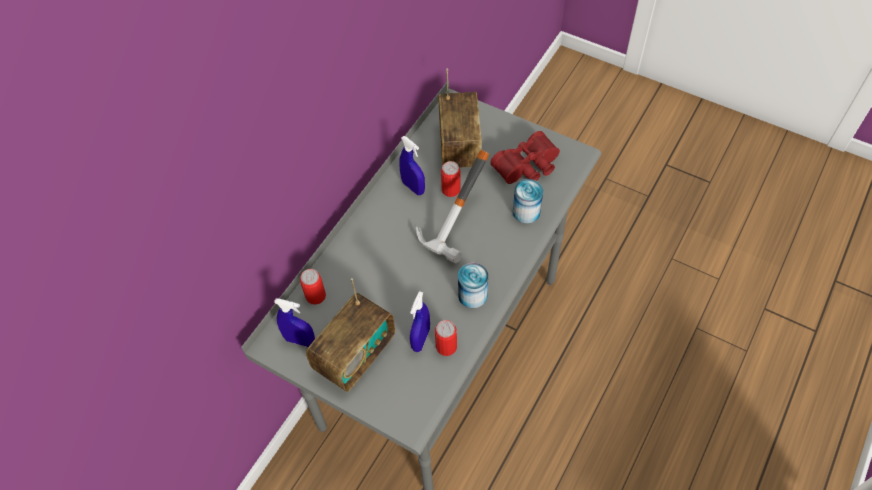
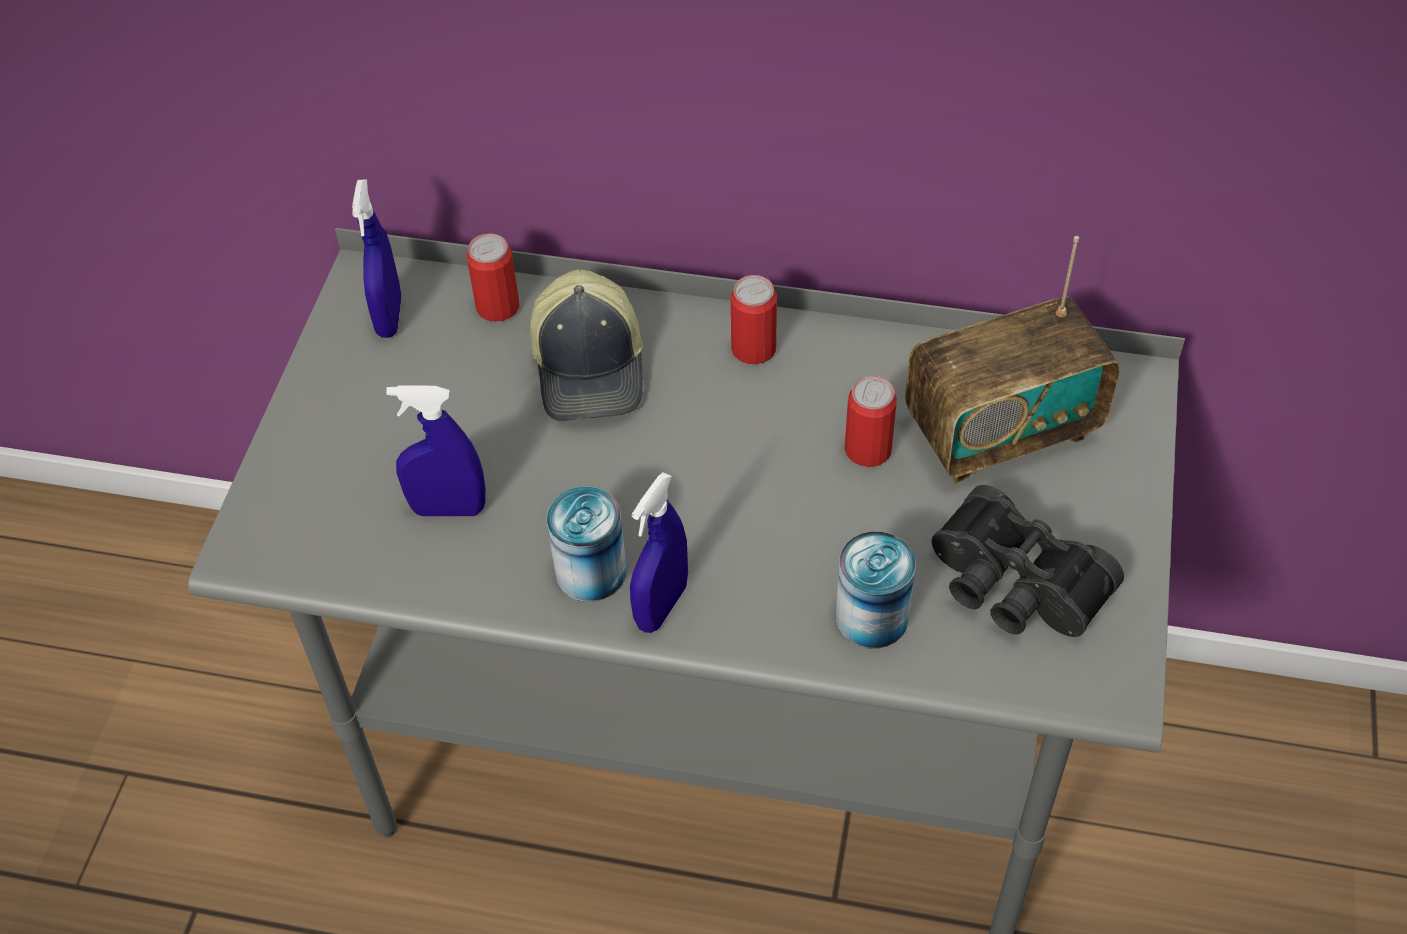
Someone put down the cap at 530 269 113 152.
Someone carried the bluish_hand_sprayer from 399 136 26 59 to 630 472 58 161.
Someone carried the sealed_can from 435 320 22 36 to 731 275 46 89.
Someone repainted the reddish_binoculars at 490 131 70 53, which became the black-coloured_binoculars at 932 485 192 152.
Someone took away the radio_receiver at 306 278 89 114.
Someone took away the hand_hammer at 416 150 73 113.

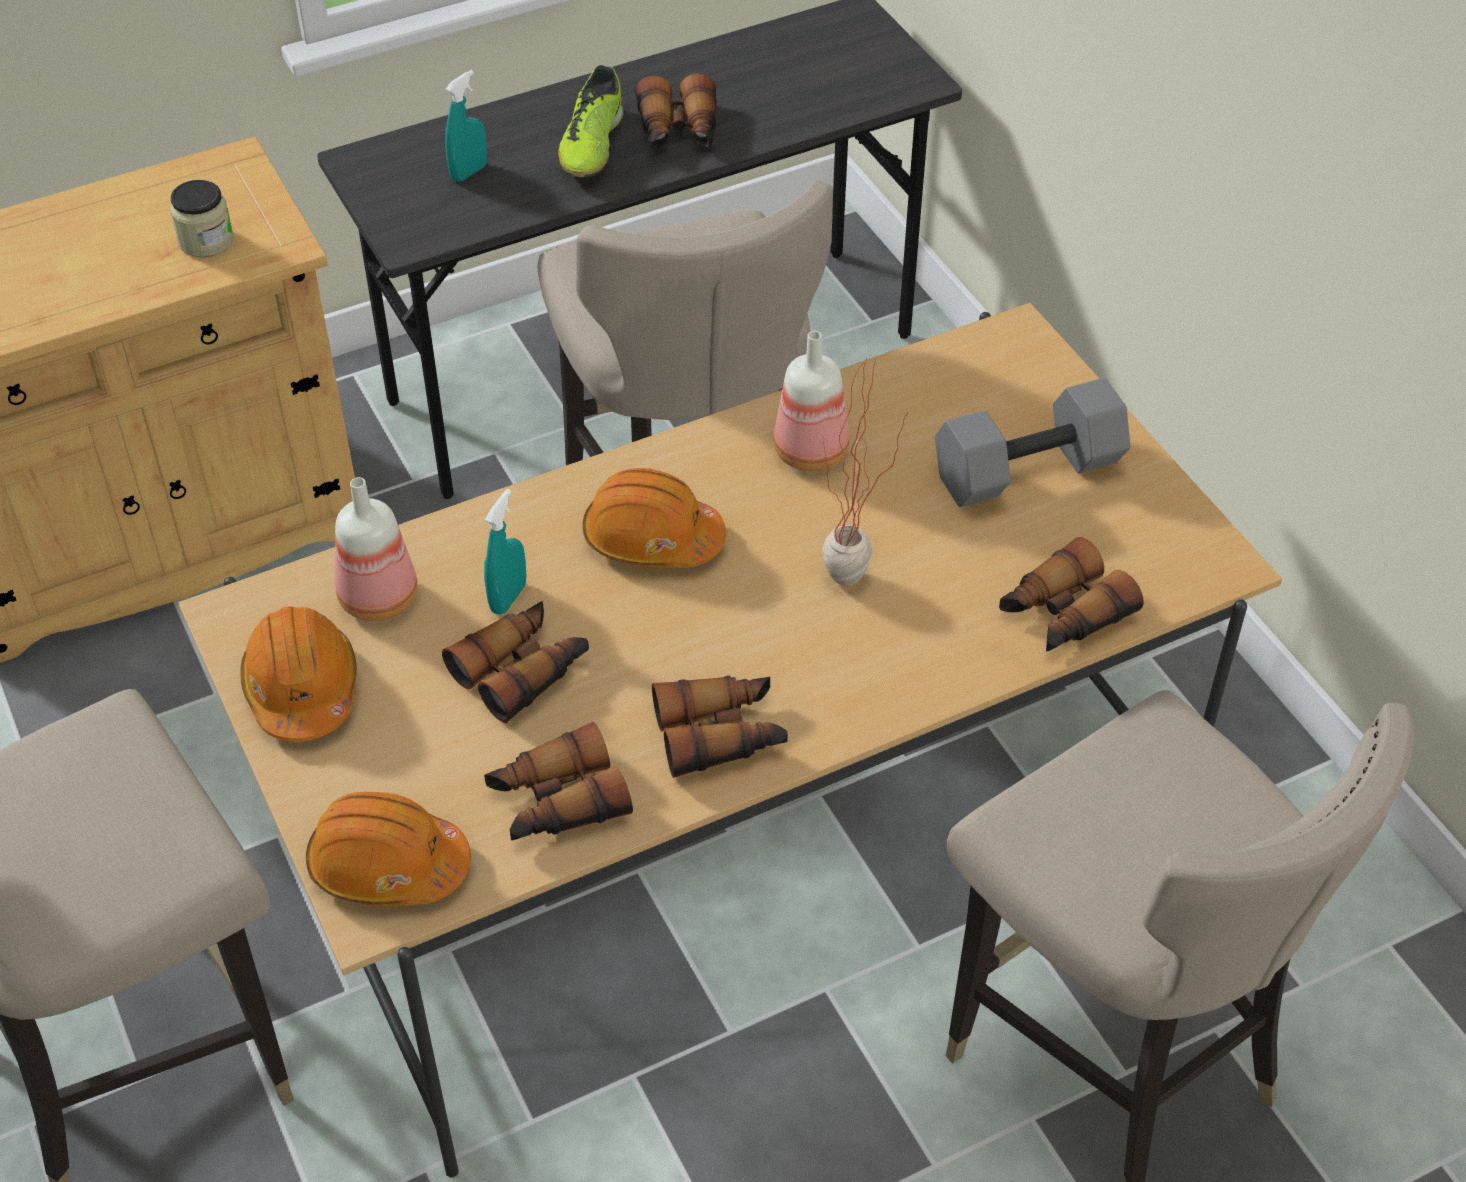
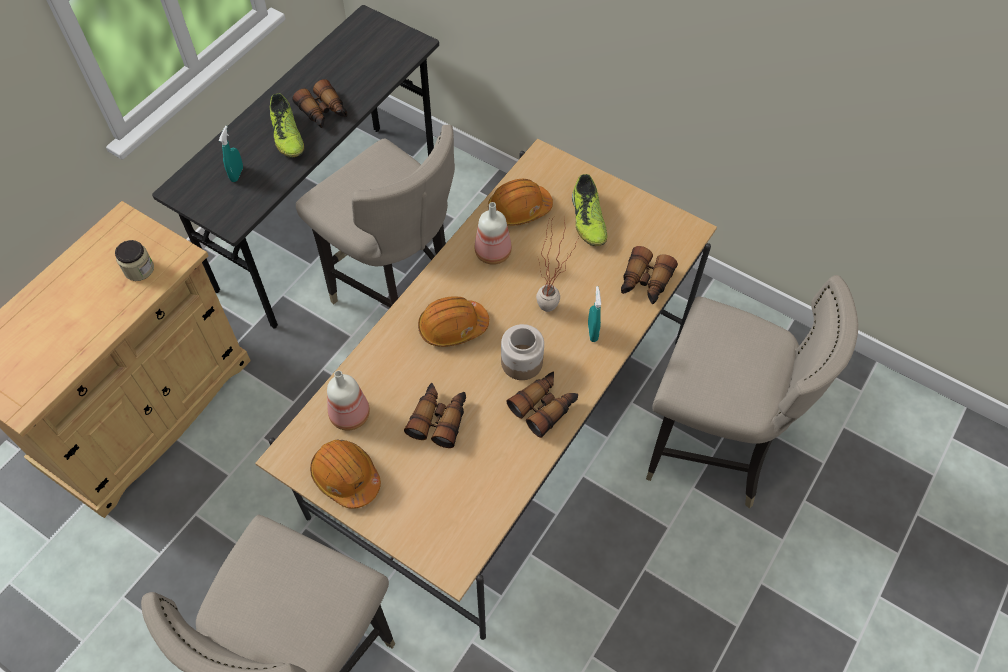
Someone carried the orangey_work_helmet from 306 792 165 114 to 488 179 65 47.
Someone put down the storage_jar at 501 324 43 56.
Someone swapped the grey_hand_weight at 935 378 195 129 for the shoe at 572 174 35 72.
Someone carried the turquoise_hand_sprayer from 484 489 42 126 to 588 286 13 56.
Someone took away the binoculars at 484 722 149 118.

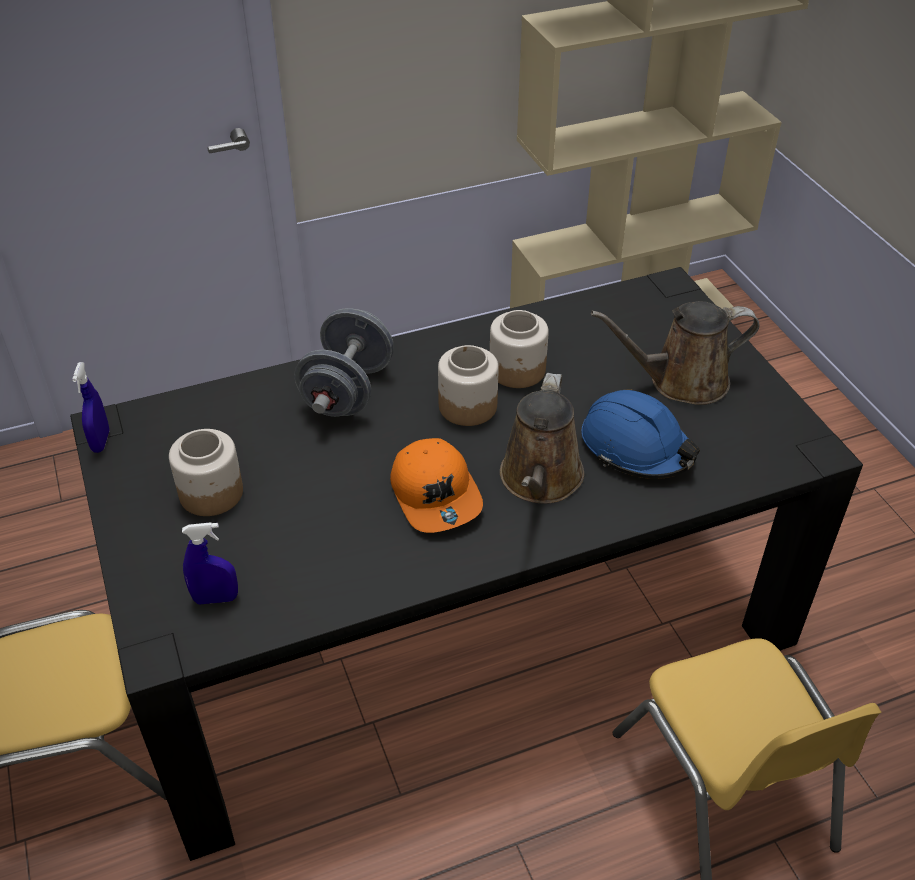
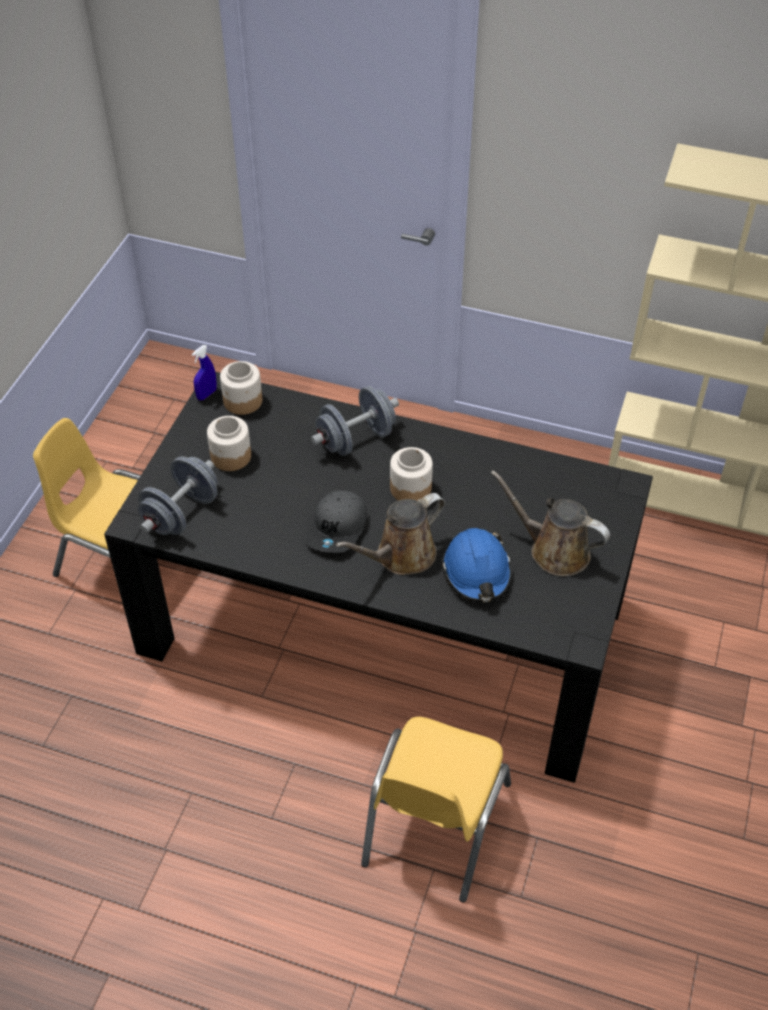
Someone swapped the bluish_hand_sprayer at 182 522 56 82 for the grey_hand_weight at 138 457 80 78.
Someone carried the storage_jar from 490 310 59 78 to 220 361 42 54.
Someone repainted the orangey_cap at 390 438 93 95, which became the grey_cap at 306 491 61 62.

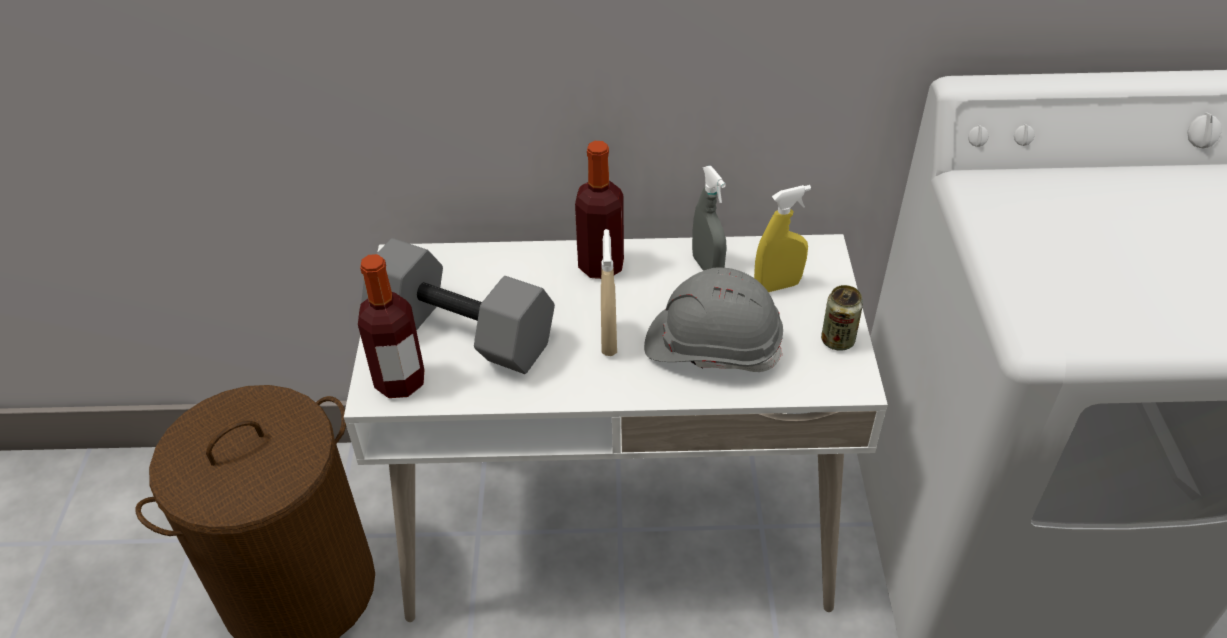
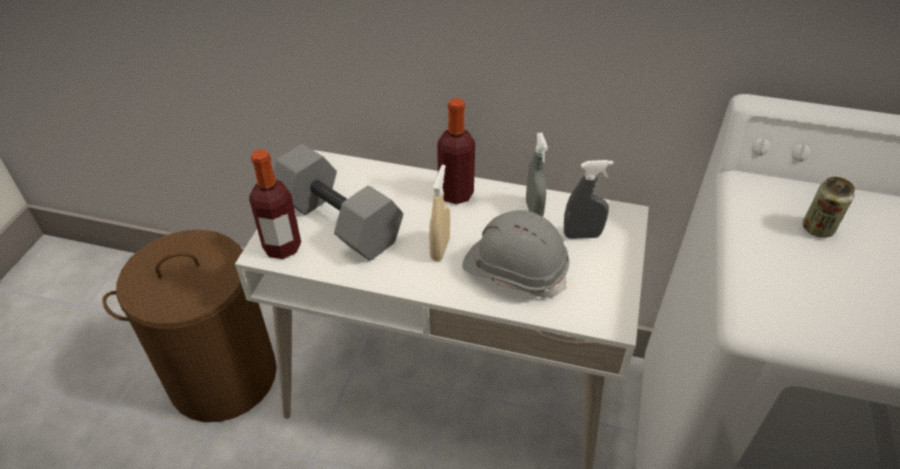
Someone repainted the yellow-coloured_hand_sprayer at 754 185 57 107, which became the grey_hand_sprayer at 564 160 50 79.
Someone carried the sealed_can from 821 285 42 66 to 803 177 52 61.

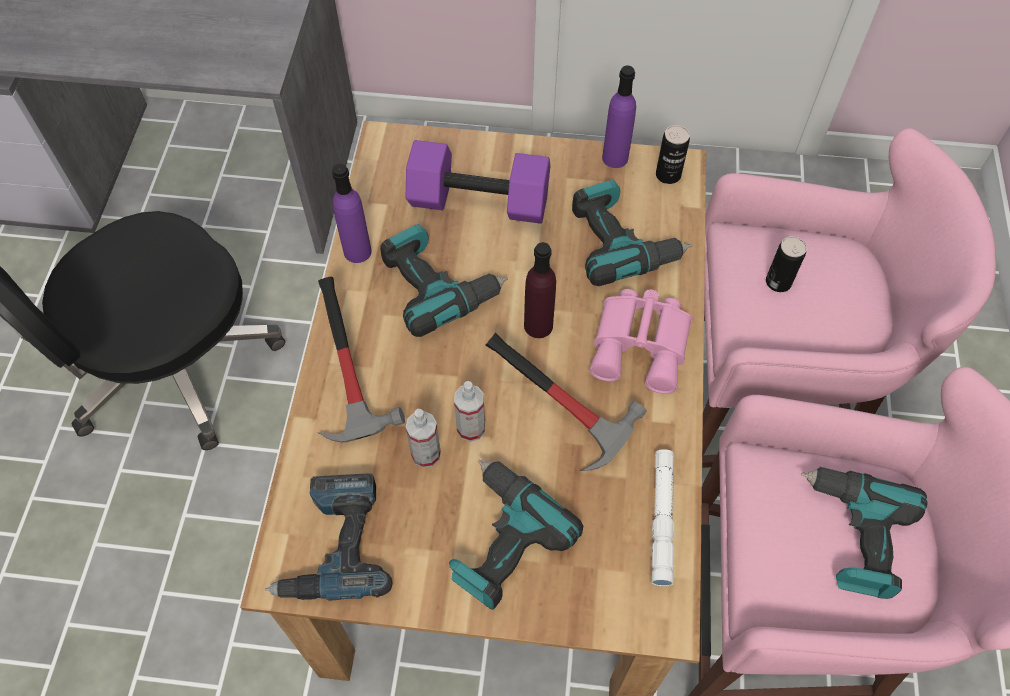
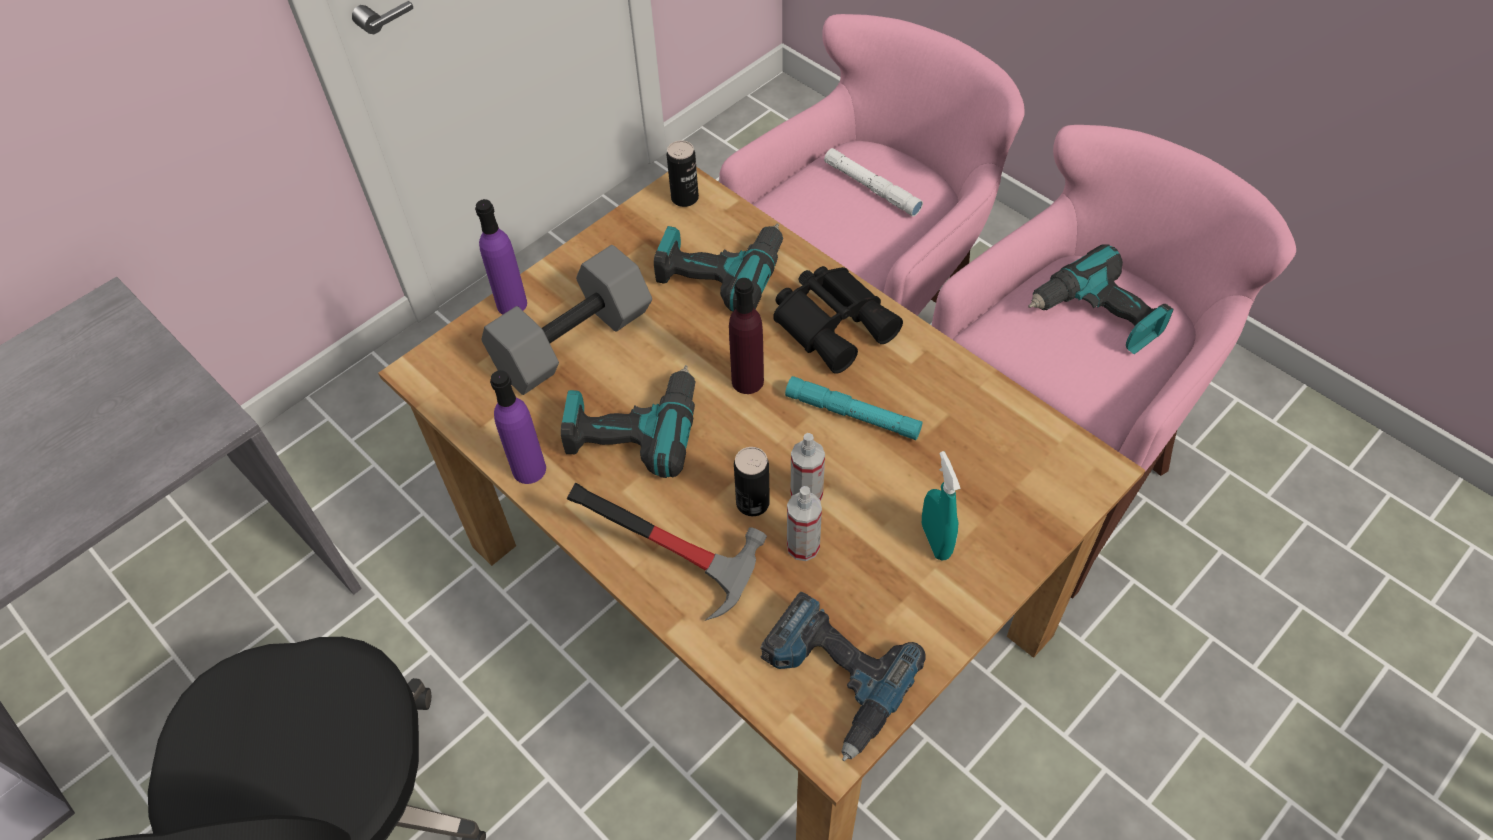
Someone carried the purple-coloured_bottle from 602 65 34 103 to 475 199 52 115.
Someone repainted the purple-coloured_hand_weight at 406 140 144 84, which became the grey_hand_weight at 481 245 171 150.
Someone carried the sealed_can from 766 236 41 56 to 734 447 36 69.
Someone repainted the pinkish_binoculars at 589 289 103 105, which became the black-coloured_binoculars at 773 266 130 108.
Someone swapped the hand_hammer at 486 333 161 138 for the turquoise_hand_torch at 785 376 138 64.
Someone carried the white-coloured_hand_torch from 651 449 23 137 to 824 148 99 68.
Someone swapped the electric_drill at 449 460 134 150 for the turquoise_hand_sprayer at 922 451 39 110.

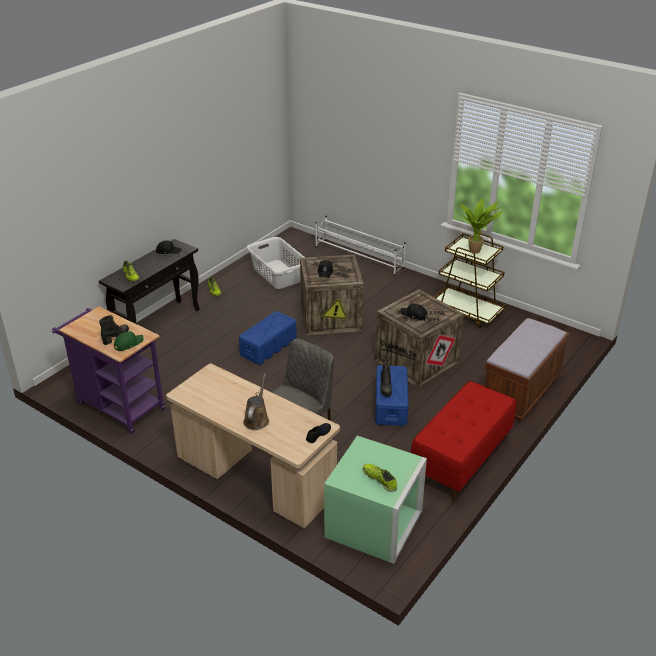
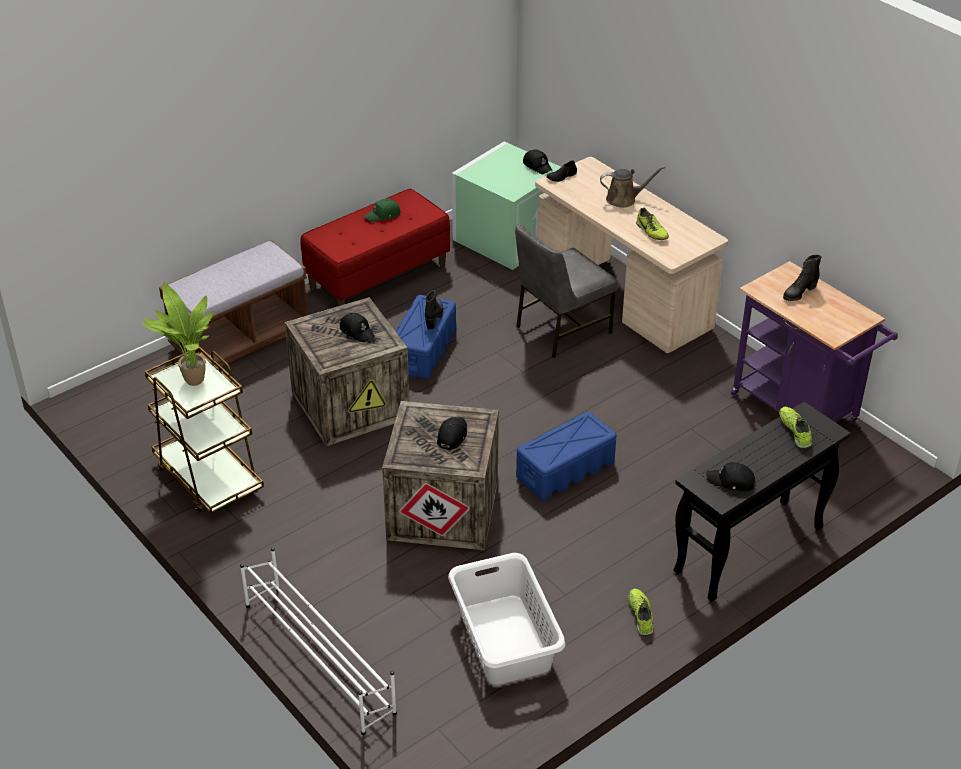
Someone carried the greenish_cap from 114 331 30 20 to 364 199 36 23.
Someone put down the black-coloured_cap at 523 149 29 25.
Someone rotated the brown-coloured_sprinkling_can at 243 373 26 57 by 120 degrees counterclockwise.
Someone carried the shoe from 363 464 34 28 to 636 208 33 32.

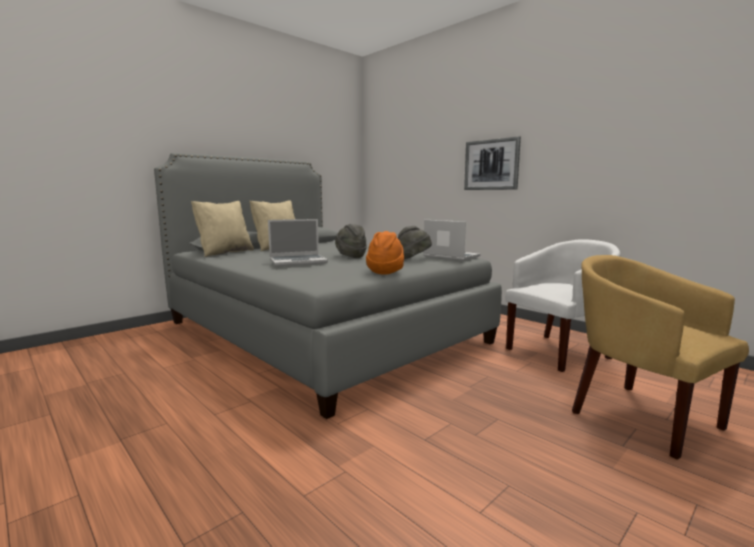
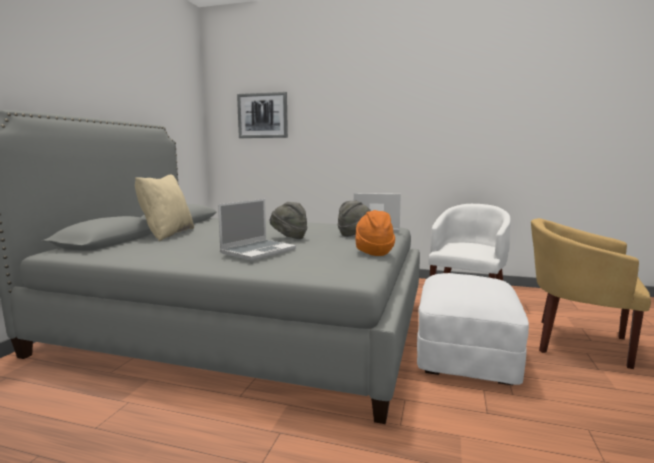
Someone carried the picture from 464 136 57 54 to 237 92 51 46.
Someone put down the white-coloured_footrest at 417 273 112 112.
Someone took away the beige-coloured_cushion at 191 201 63 56.

